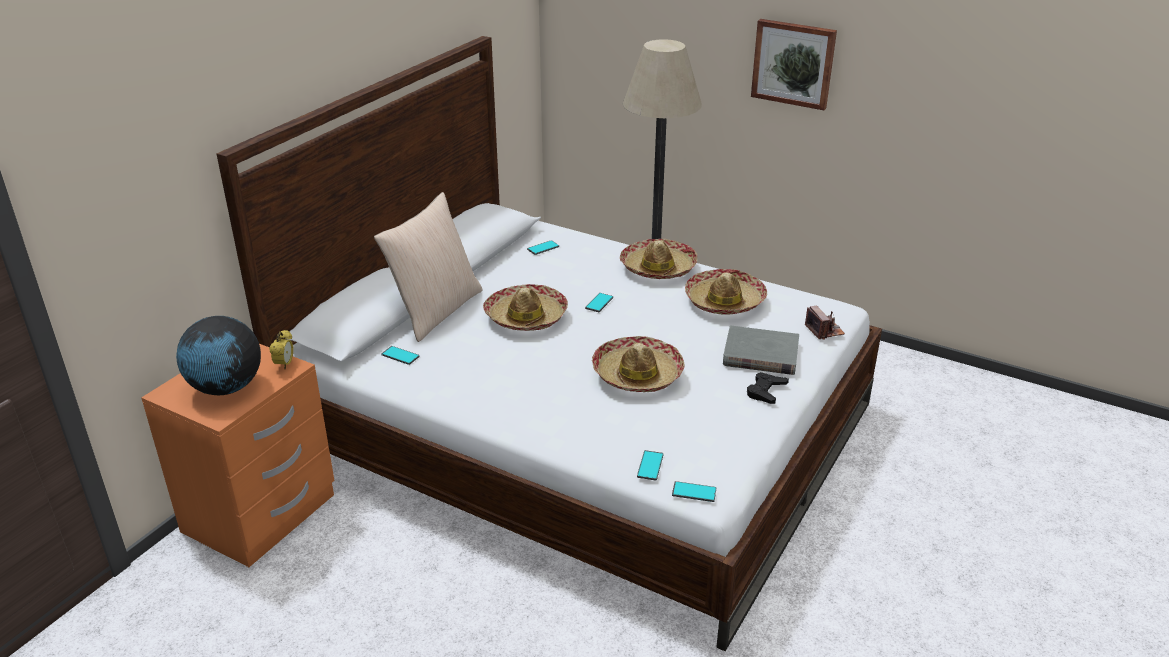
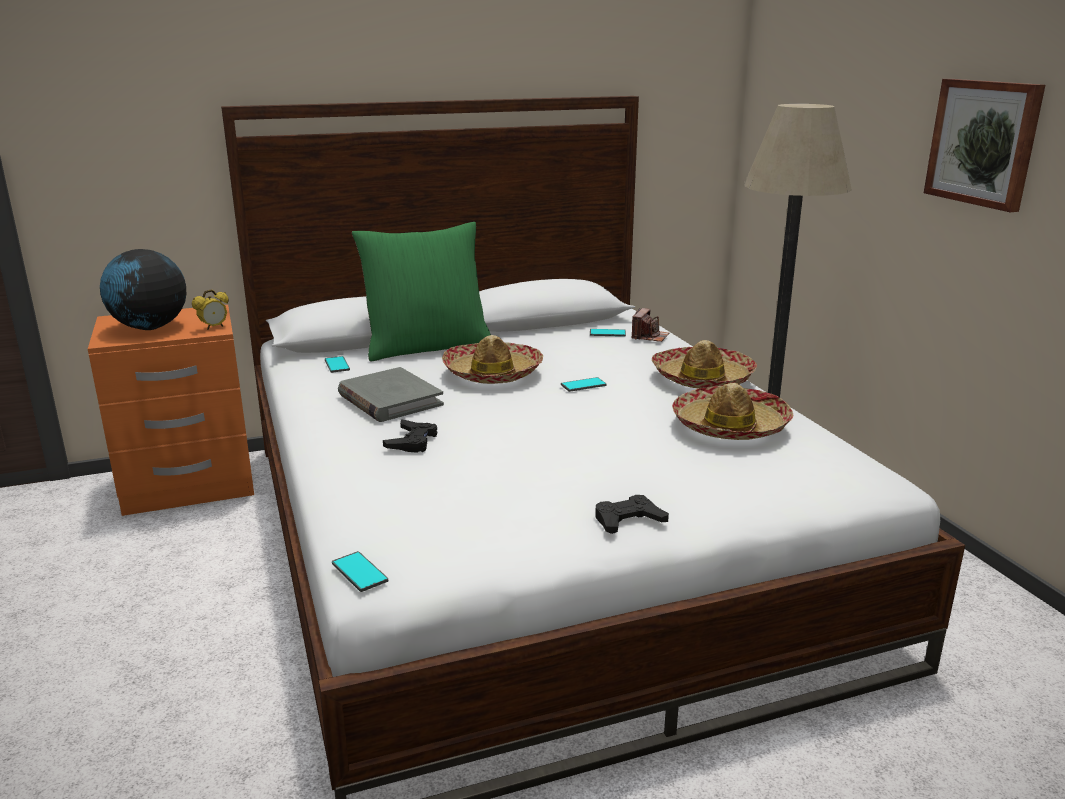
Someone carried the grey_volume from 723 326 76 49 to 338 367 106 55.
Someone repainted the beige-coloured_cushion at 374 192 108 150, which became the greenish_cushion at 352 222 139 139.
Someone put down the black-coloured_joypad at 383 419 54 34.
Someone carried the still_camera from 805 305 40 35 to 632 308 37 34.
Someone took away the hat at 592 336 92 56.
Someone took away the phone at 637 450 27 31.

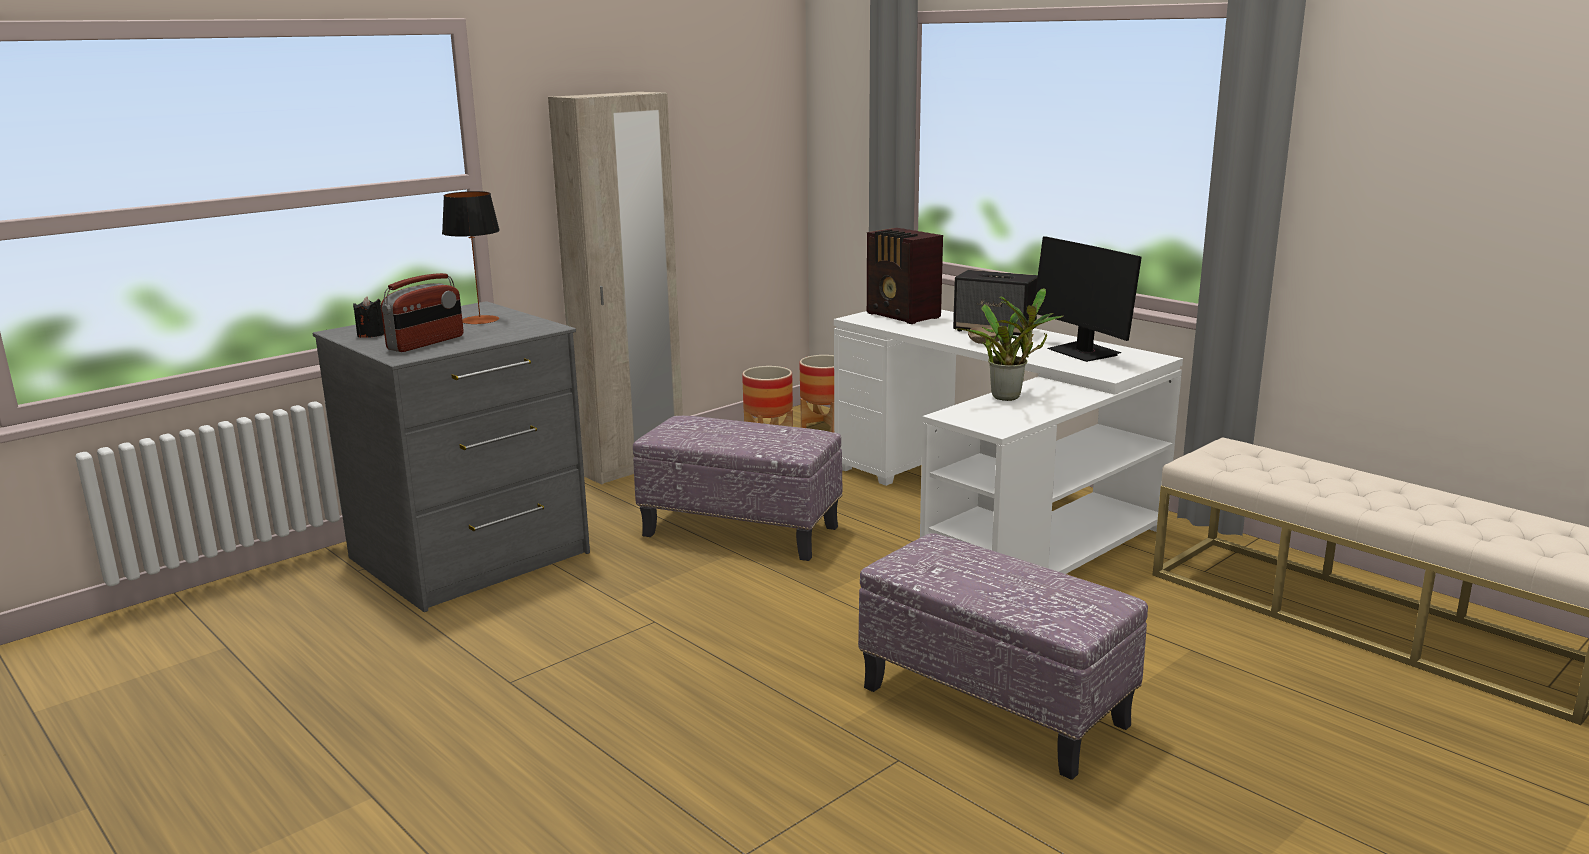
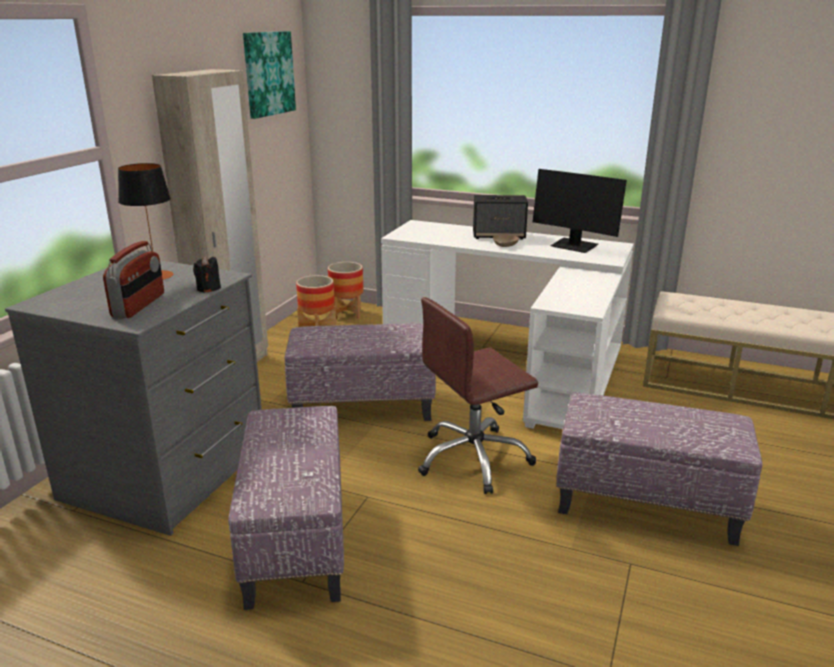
Someone carried the black-coloured_candle from 353 297 31 41 to 193 256 28 37.
Someone put down the footrest at 228 406 116 204.
Someone put up the picture at 243 31 53 88.
Someone put down the brown-coloured_computer_chair at 418 297 120 197.
Someone took away the radio_receiver at 867 228 76 96.
Someone took away the potted_plant at 955 288 109 113.

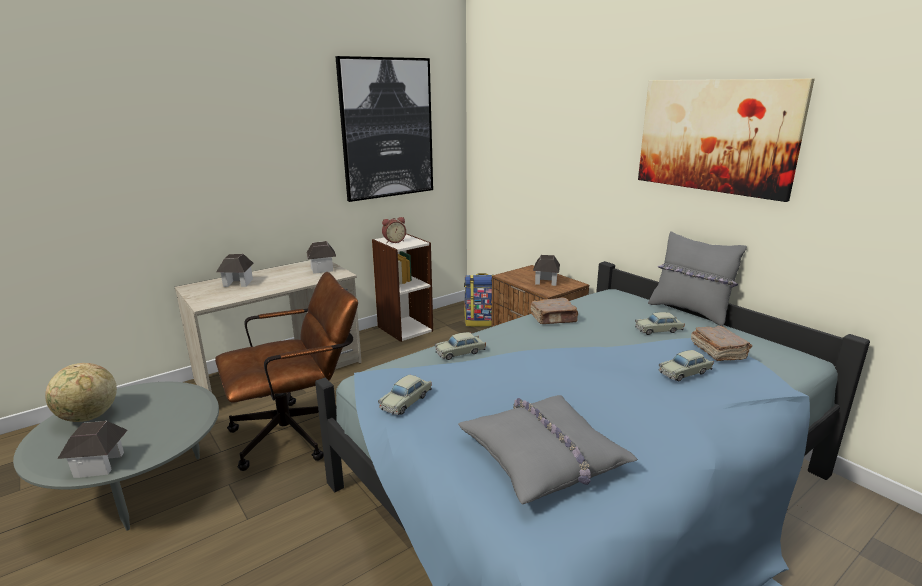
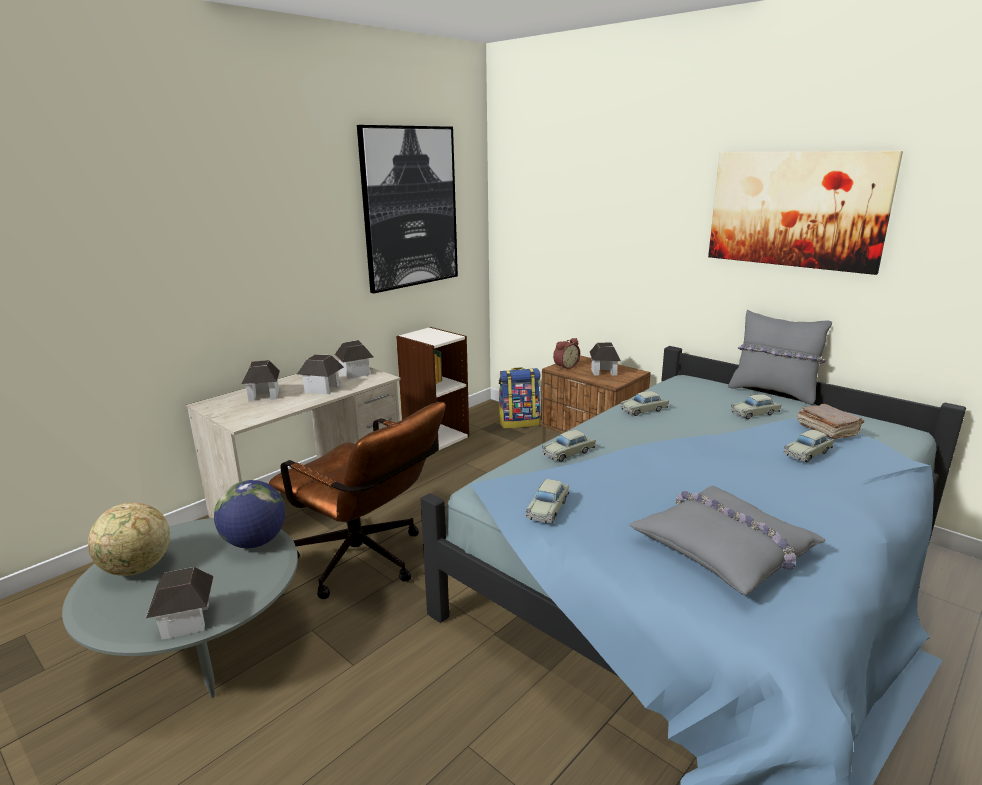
Someone put down the globe at 214 480 71 68.
Someone rotated the brown-coloured_computer_chair at 215 272 143 199 by 75 degrees clockwise.
Someone put down the model_house at 297 354 47 40.
Someone carried the alarm_clock from 382 217 24 26 to 553 338 27 32.
Someone swapped the brown-coloured_volume at 530 297 48 27 for the beige-coloured_toy_car at 621 391 48 25.

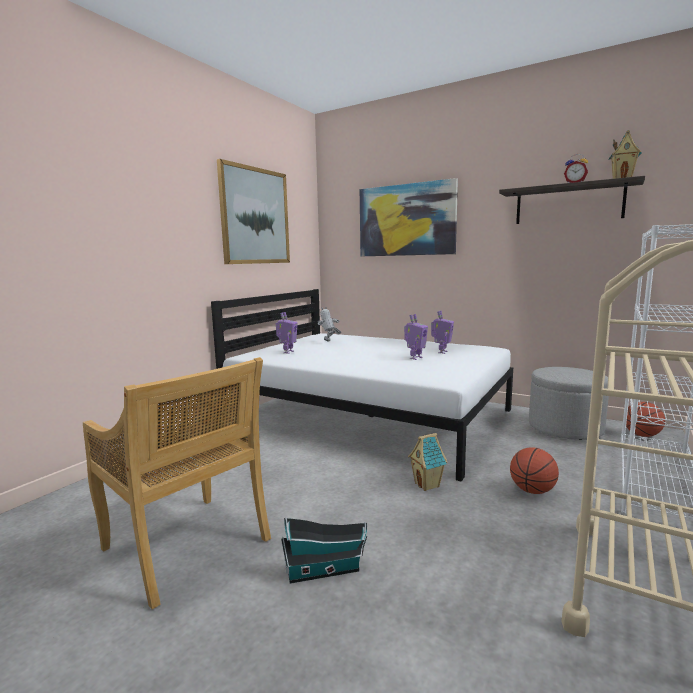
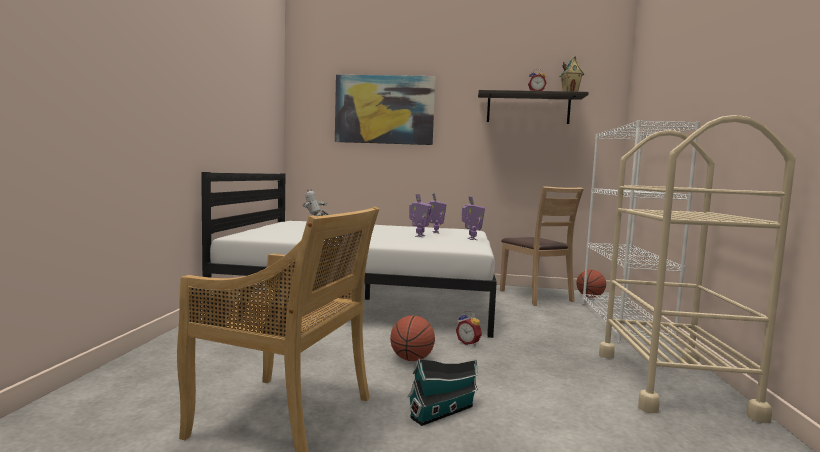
Someone carried the ball_for_basketball from 510 447 49 47 to 390 315 45 46.
Someone swapped the model_house at 408 433 40 58 for the alarm_clock at 456 311 26 35.
Someone carried the model_robot from 276 312 21 42 to 462 196 23 44.
Someone swapped the grey_footrest at 529 367 80 73 for the brown-coloured_plain_chair at 500 186 84 120.
Someone took away the picture at 217 159 73 105.

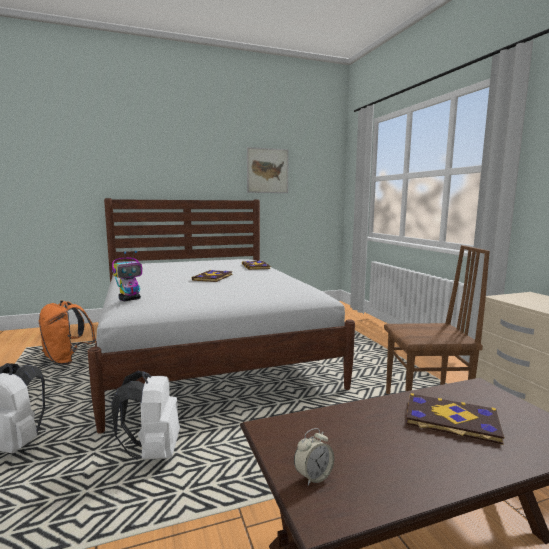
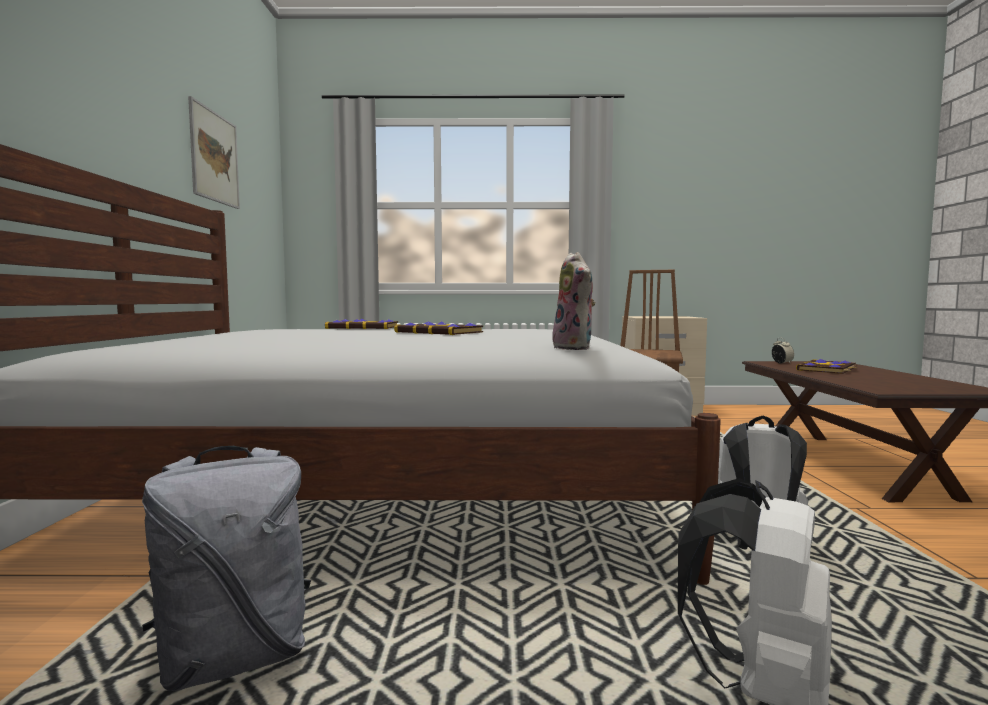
Someone repainted the orangey_rucksack at 39 301 57 64, which became the grey_rucksack at 142 446 169 245.
Someone swapped the model_robot at 112 251 30 50 for the cuddly_toy at 553 252 42 98.
Someone carried the alarm_clock from 294 428 40 57 to 772 338 22 26.

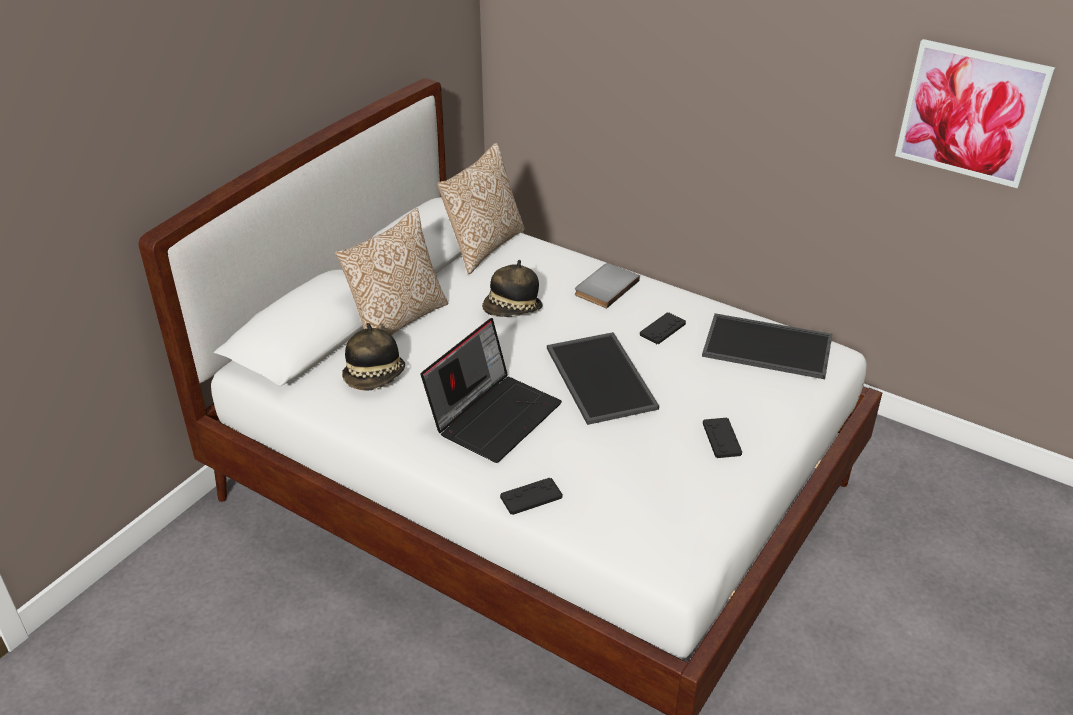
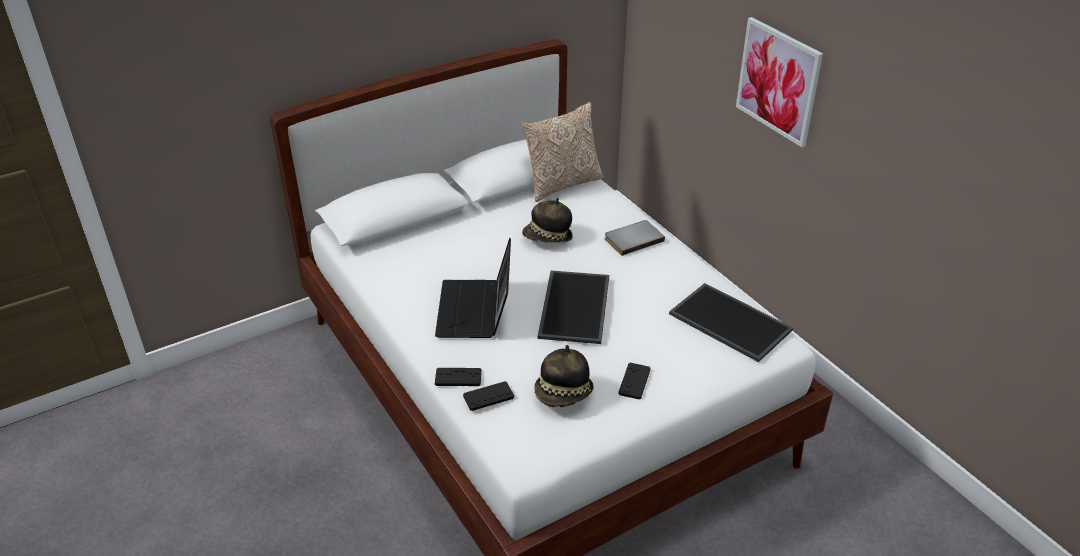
Someone rotated the laptop at 421 318 141 145 by 120 degrees clockwise.
Someone carried the black-coloured_joypad from 640 313 46 31 to 463 381 51 30.
Someone carried the hat from 342 323 63 67 to 534 345 60 62.
Someone carried the picture from 895 39 160 149 to 736 17 87 130.
Someone took away the cushion at 335 208 113 127.

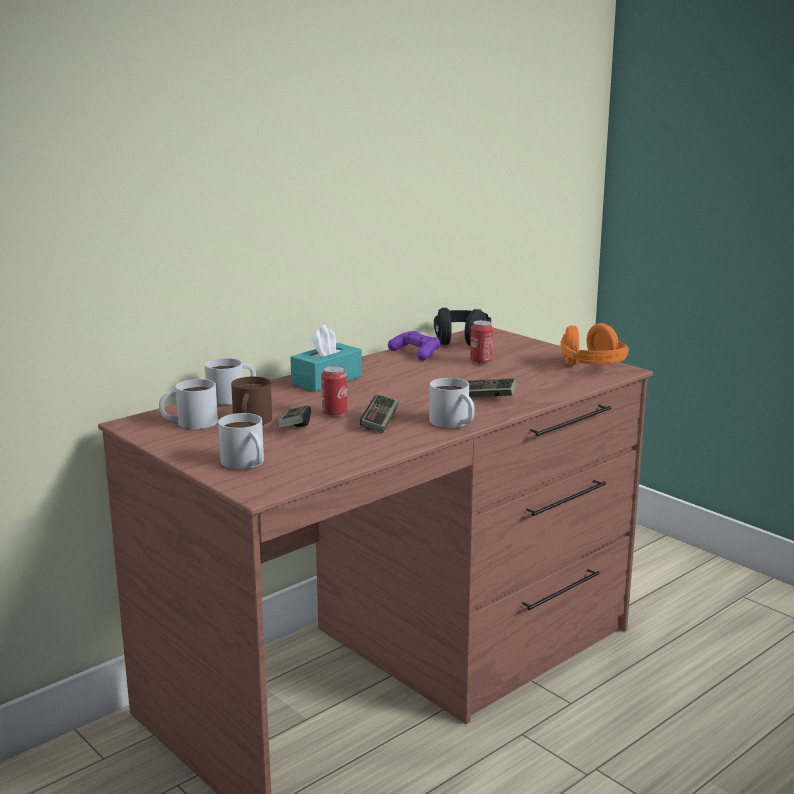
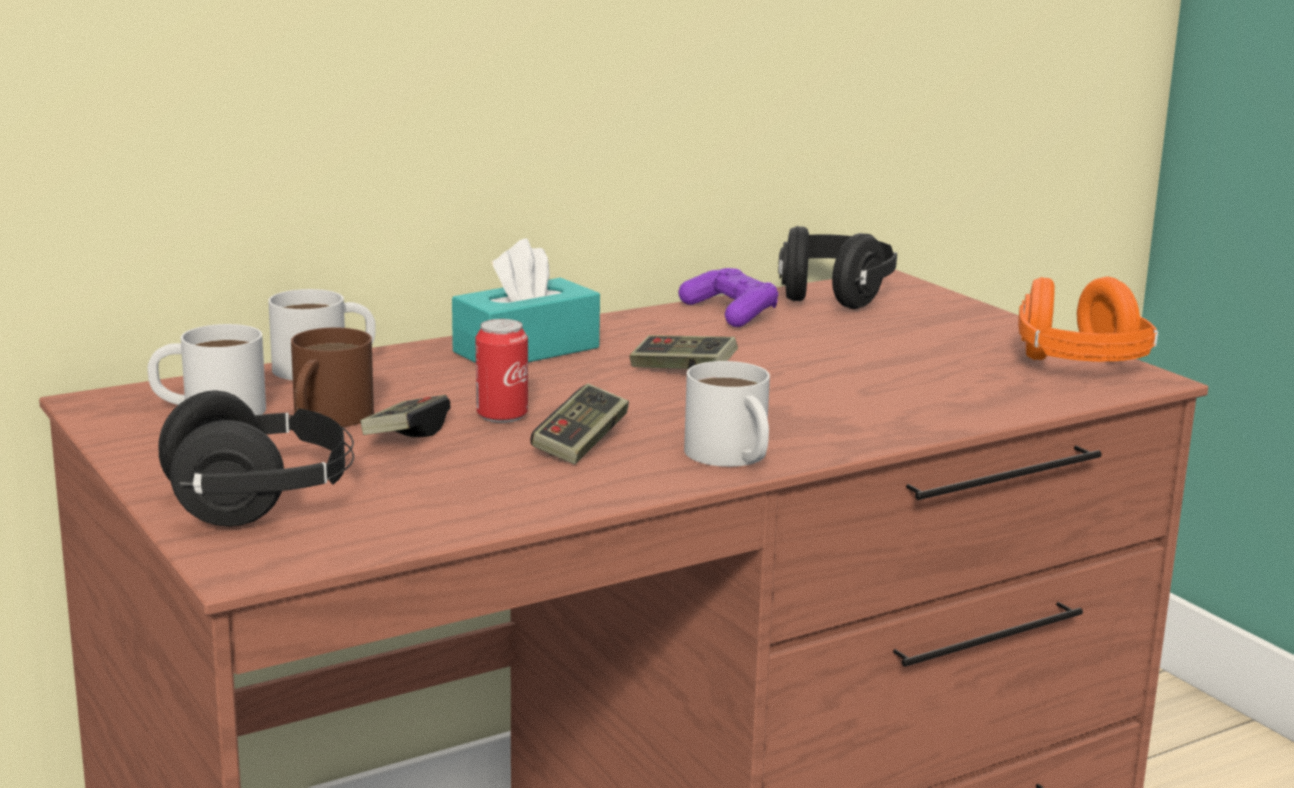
Someone swapped the white-coloured_coffee_mug at 218 413 46 56 for the black-coloured_headset at 158 391 196 136.
Someone carried the joypad from 467 378 50 19 to 629 335 109 34.
Someone took away the sealed_can at 470 320 23 44.

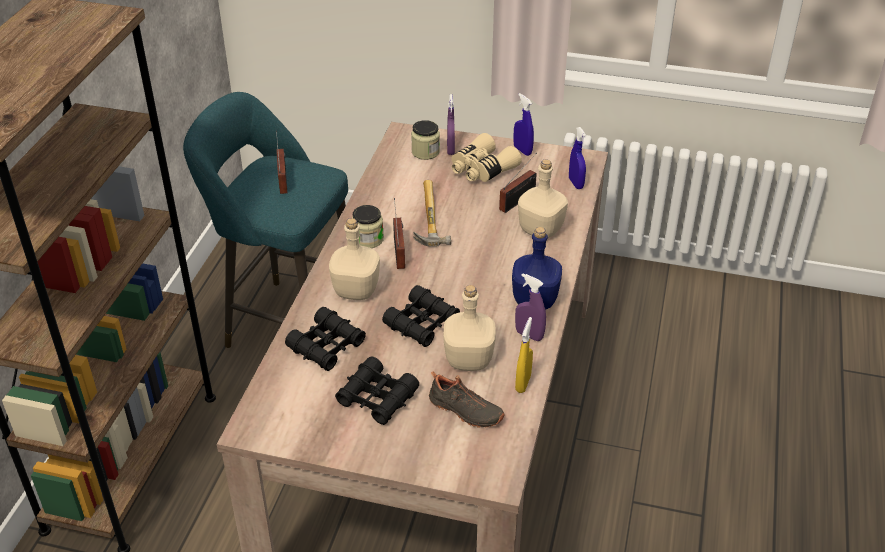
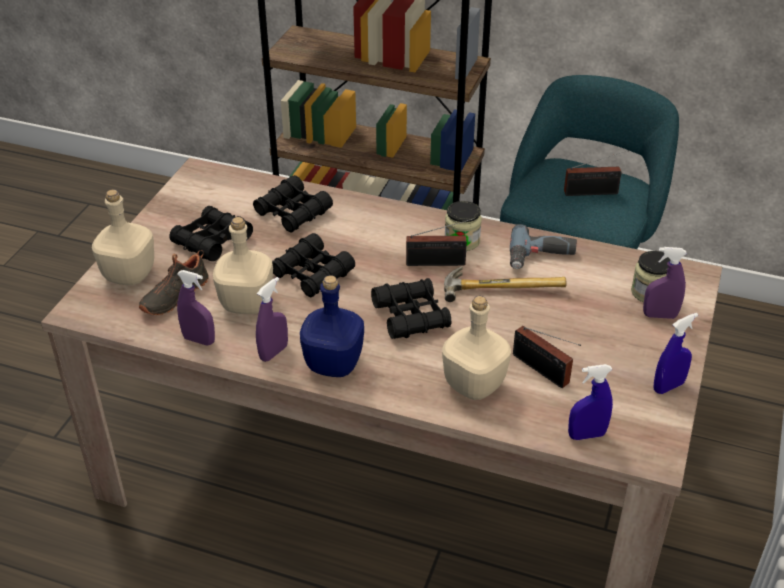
Someone carried the beige-coloured_bottle from 329 218 51 82 to 92 189 62 96.
Someone repainted the yellow-coloured_hand_sprayer at 515 317 18 76, which became the purple-coloured_hand_sprayer at 177 270 38 75.
Someone put down the black-coloured_binoculars at 371 278 81 61.
Someone put down the electric_drill at 510 224 67 45.
Someone took away the beige-coloured_binoculars at 452 133 70 49.

